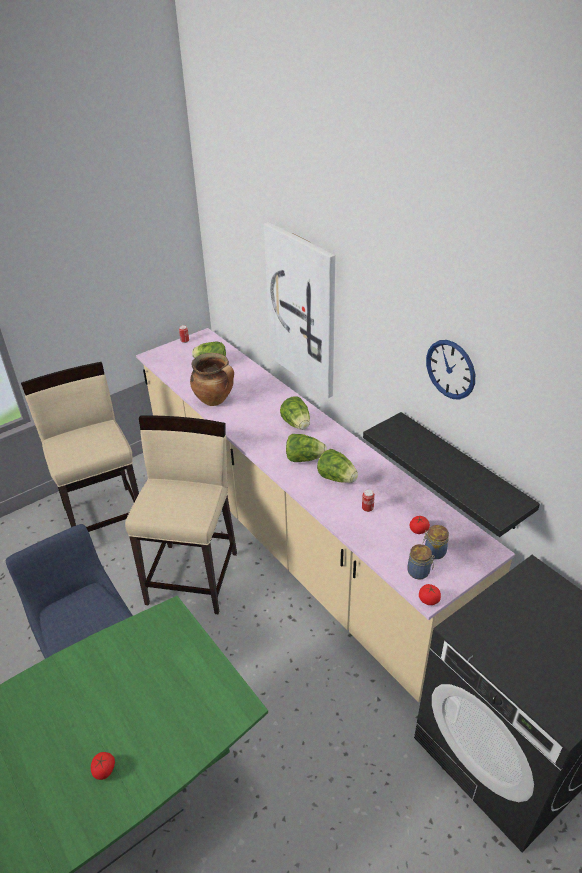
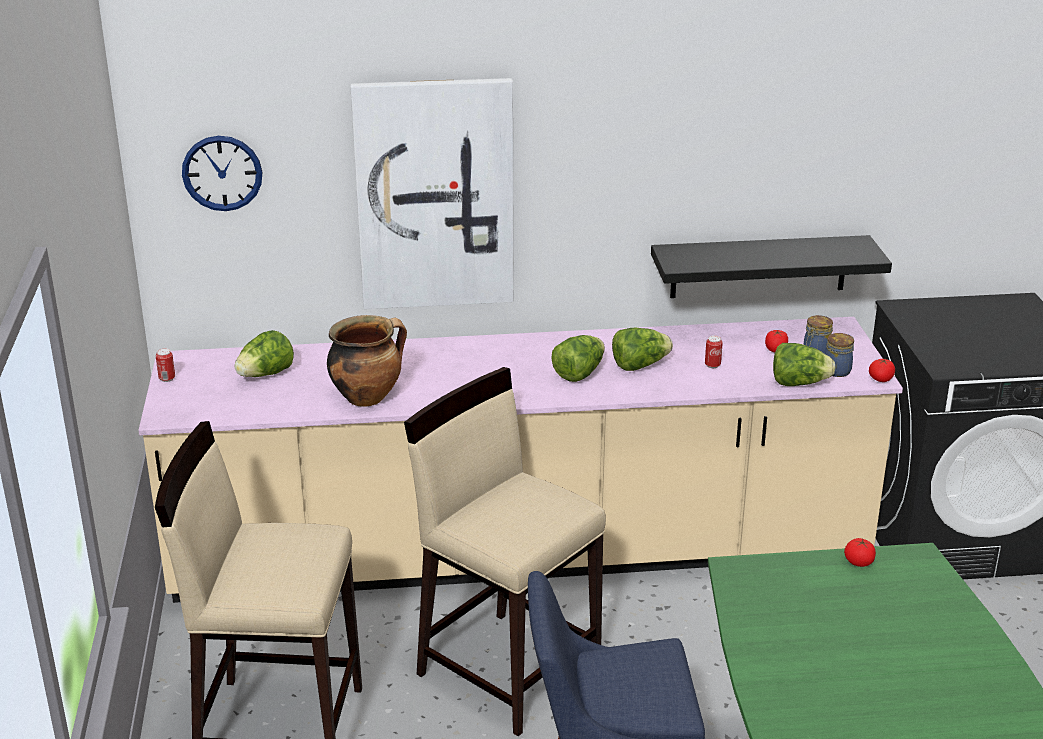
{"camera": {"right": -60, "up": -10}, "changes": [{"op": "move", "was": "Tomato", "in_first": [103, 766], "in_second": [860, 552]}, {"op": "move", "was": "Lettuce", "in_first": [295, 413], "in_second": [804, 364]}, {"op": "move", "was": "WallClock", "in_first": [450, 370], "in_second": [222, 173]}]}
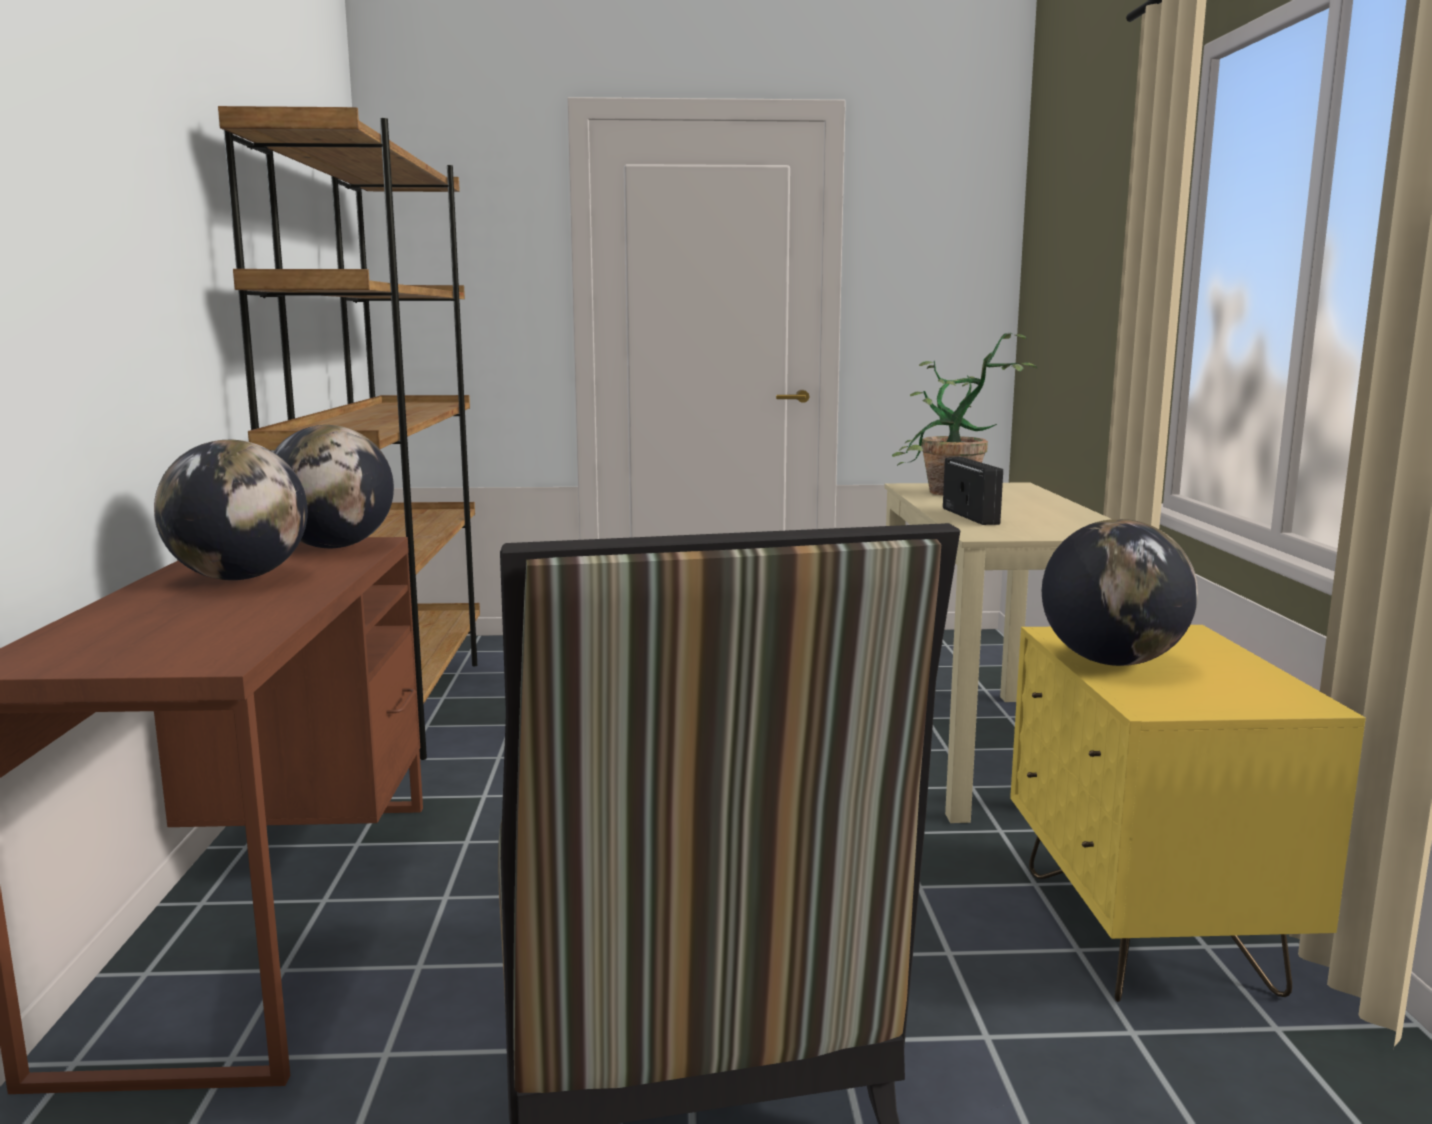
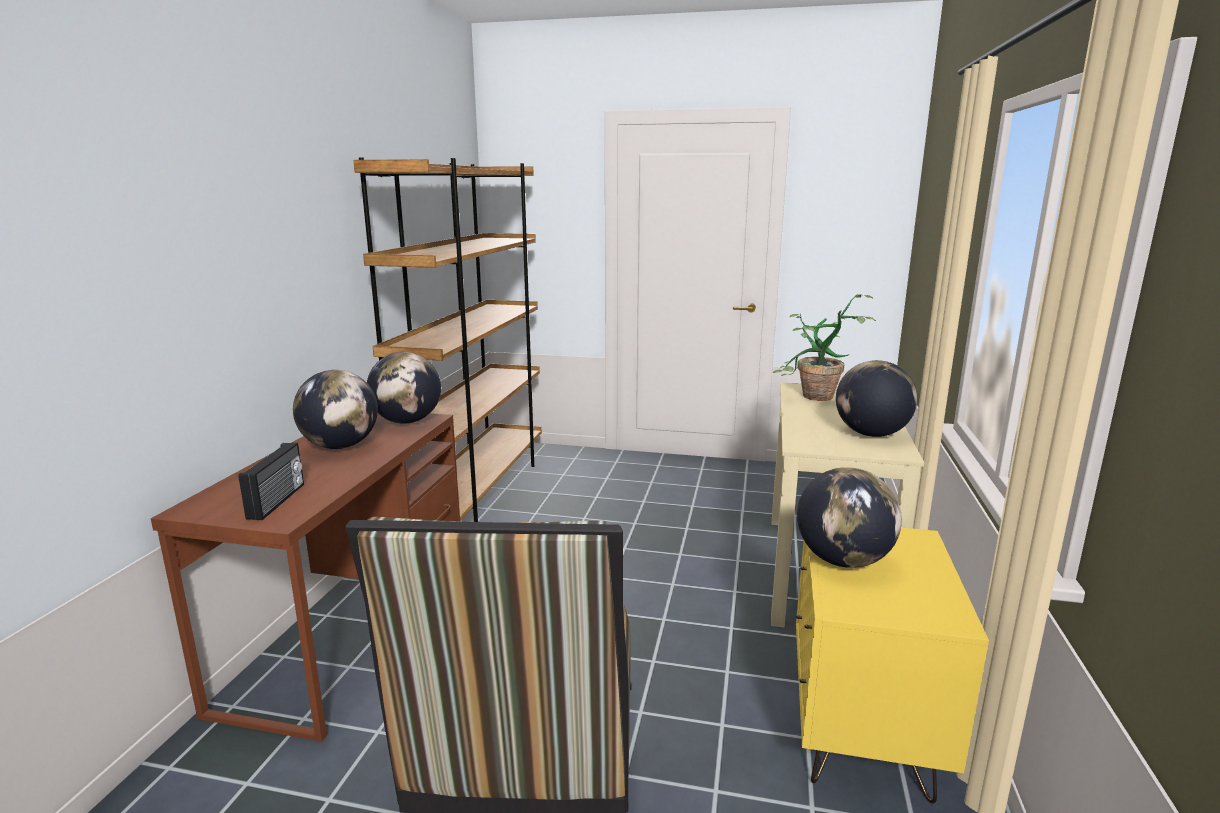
{"camera": {"right": 15, "up": 5}, "changes": [{"op": "insert", "now": "Globe", "in_second": [876, 398]}, {"op": "move", "was": "Radio", "in_first": [973, 491], "in_second": [271, 481]}]}
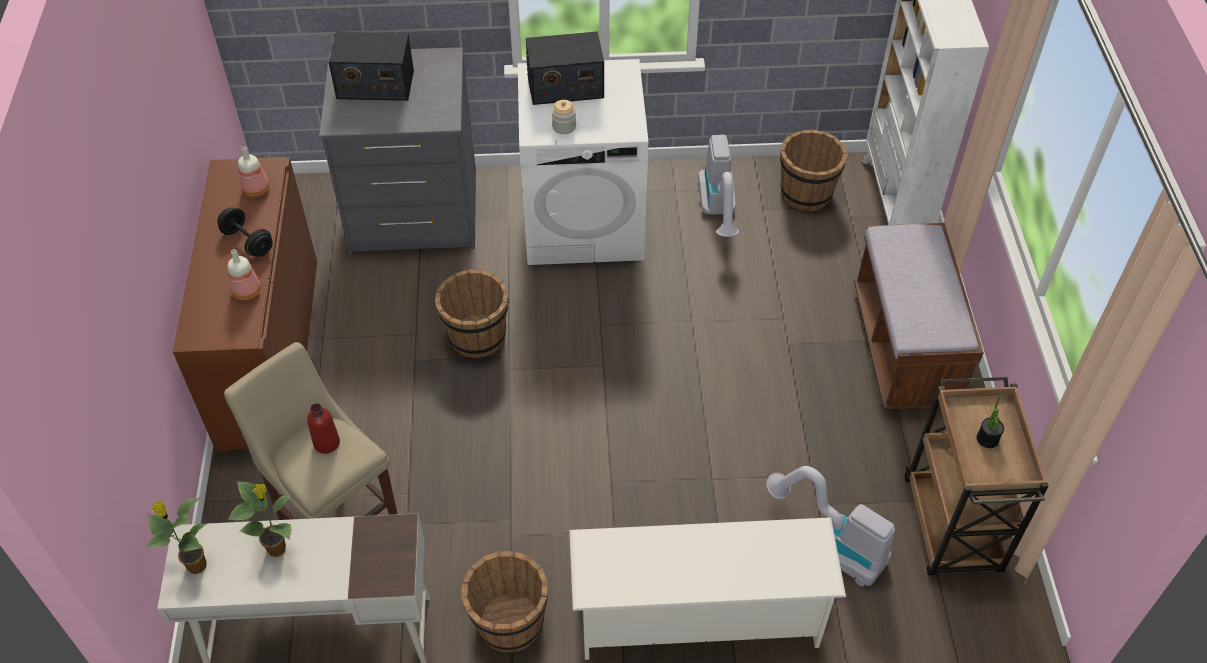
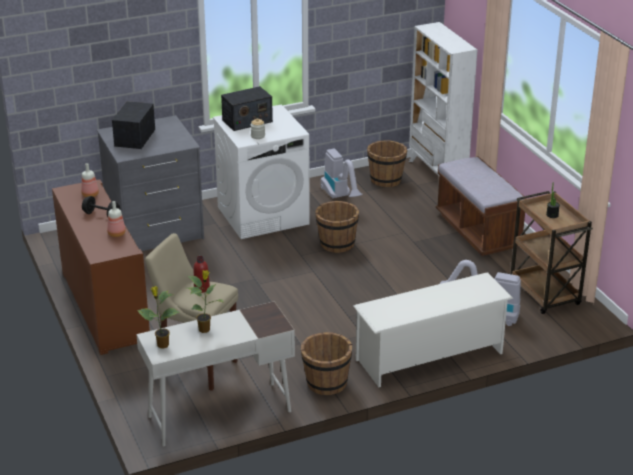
{"camera": {"right": -20, "up": -20}, "changes": [{"op": "move", "was": "BrownBucket", "in_first": [472, 314], "in_second": [337, 227]}, {"op": "rotate", "was": "Radio", "in_first": [371, 66], "in_second": [133, 125], "clockwise": 120}]}
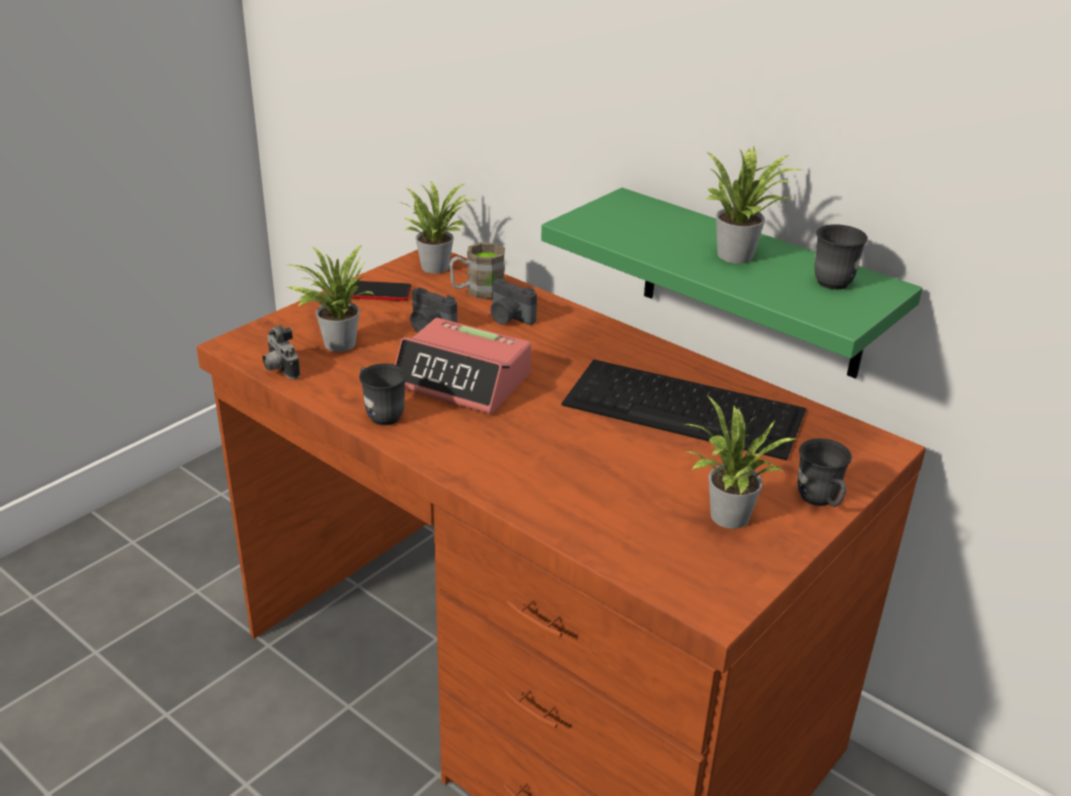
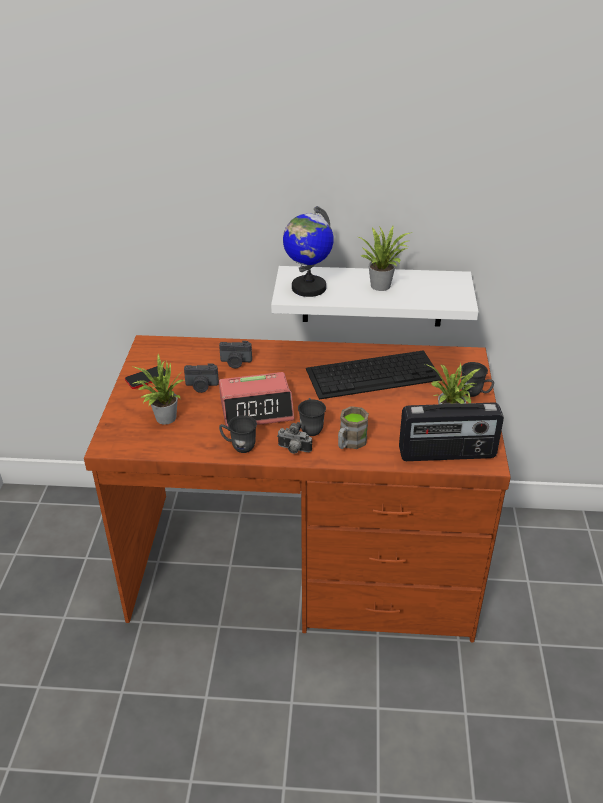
{"camera": {"right": -35, "up": 5}, "changes": [{"op": "delete", "was": "PottedPlant", "in_first": [436, 227]}, {"op": "insert", "now": "Globe", "in_second": [308, 251]}, {"op": "insert", "now": "Radio", "in_second": [451, 432]}, {"op": "move", "was": "PhotoCamera", "in_first": [281, 352], "in_second": [294, 438]}, {"op": "move", "was": "BrownMug", "in_first": [477, 270], "in_second": [353, 427]}, {"op": "move", "was": "GreyMug", "in_first": [841, 257], "in_second": [312, 417]}, {"op": "recolor", "was": "GreenShelf", "now": "WhiteShelf", "in_first": [731, 283], "in_second": [375, 296]}]}
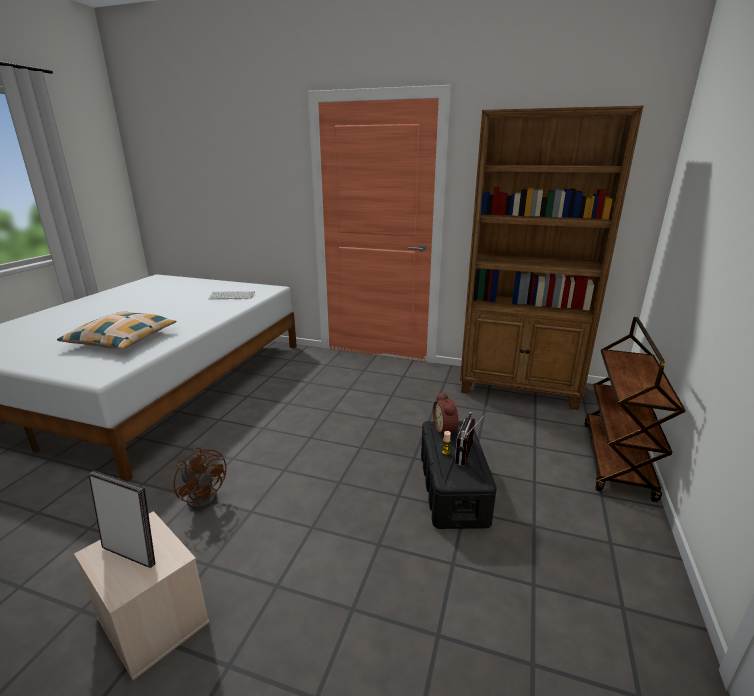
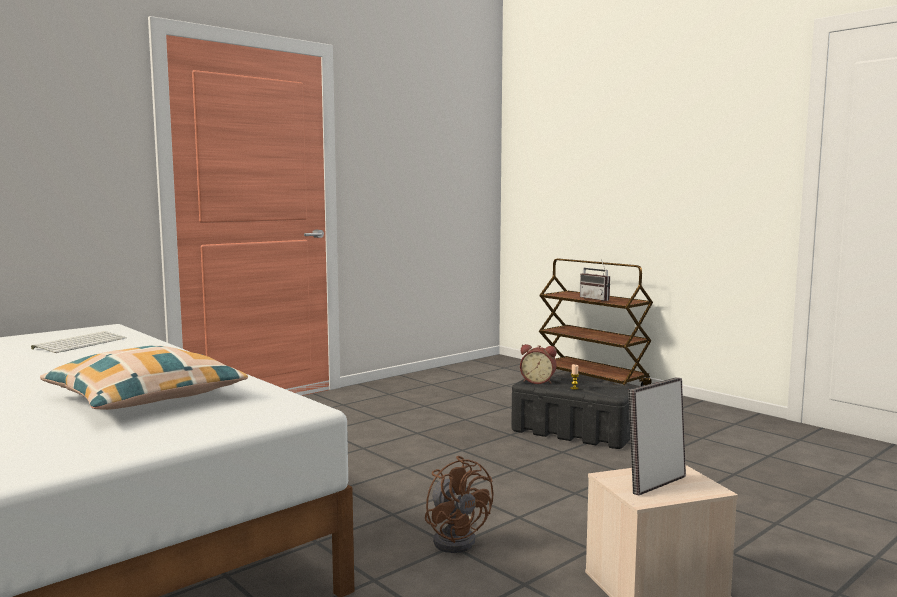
{"camera": {"right": -60, "up": -15}, "changes": [{"op": "delete", "was": "BrownBookcase", "in_first": [551, 258]}, {"op": "move", "was": "Radio", "in_first": [469, 438], "in_second": [595, 281]}, {"op": "rotate", "was": "BrownFan", "in_first": [200, 479], "in_second": [459, 504], "clockwise": 75}]}
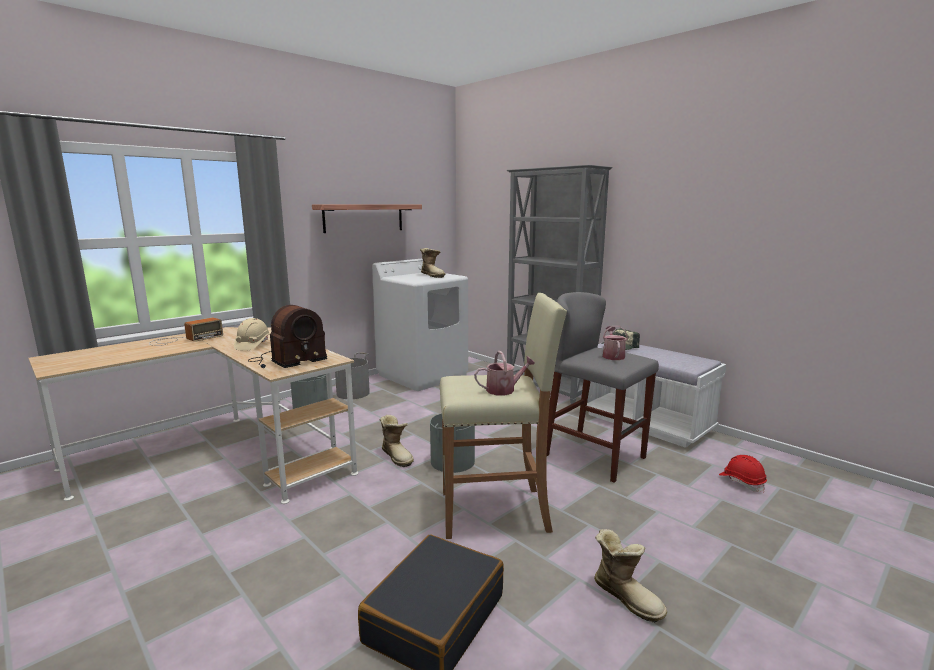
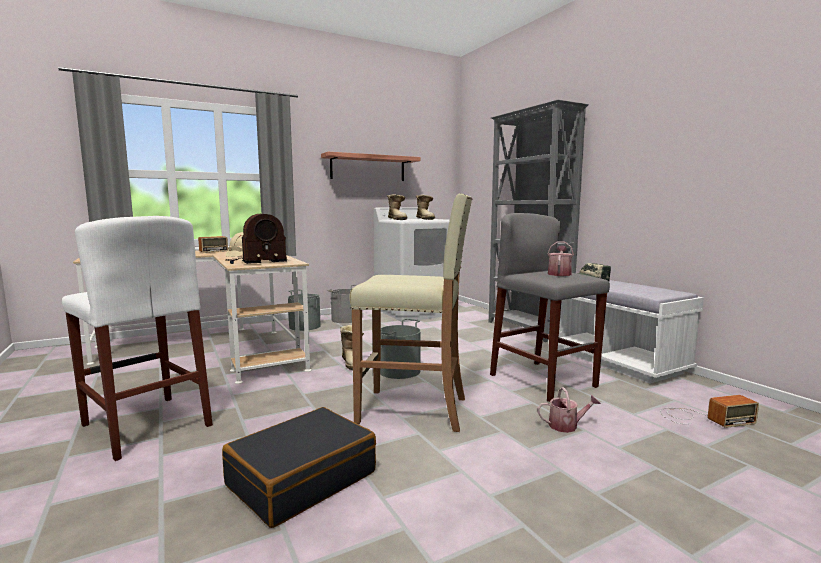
{"camera": {"right": 15, "up": -5}, "changes": [{"op": "insert", "now": "WhiteStool", "in_second": [137, 338]}, {"op": "move", "was": "WateringCan", "in_first": [504, 373], "in_second": [569, 410]}, {"op": "move", "was": "Boot", "in_first": [630, 576], "in_second": [397, 207]}, {"op": "replace", "was": "RedHardHat", "now": "Radio", "in_first": [743, 473], "in_second": [709, 411]}]}
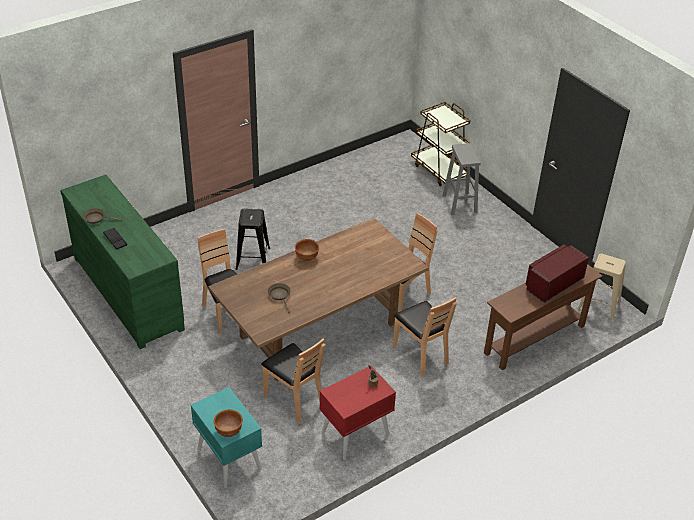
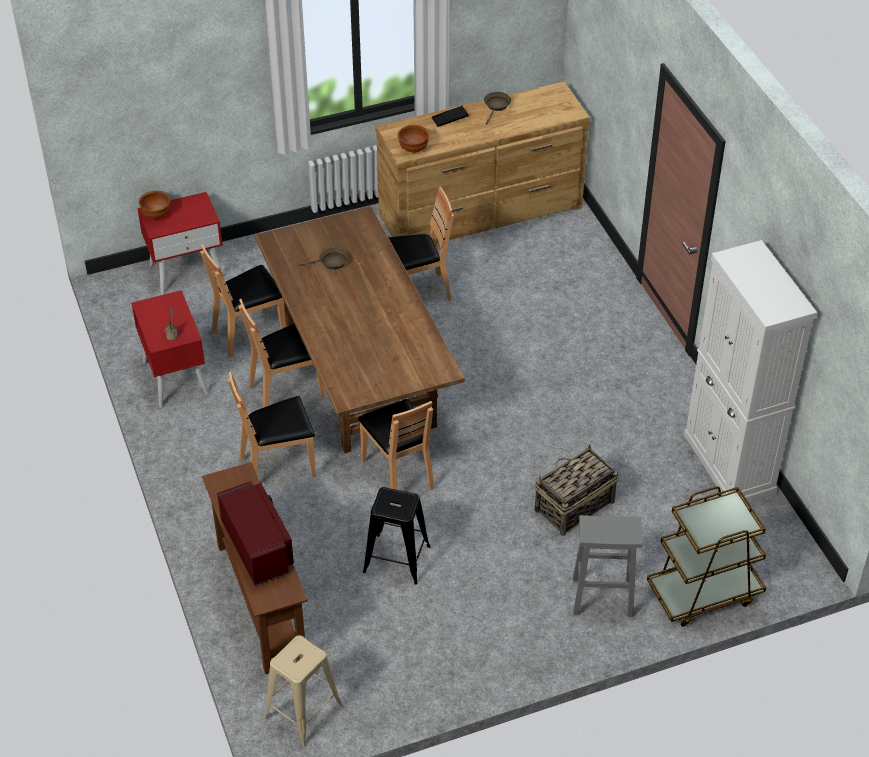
{"camera": {"right": 105, "up": 5}, "changes": [{"op": "insert", "now": "BrownChair", "in_second": [281, 353]}, {"op": "insert", "now": "Basket", "in_second": [577, 490]}, {"op": "insert", "now": "WhiteCabinet", "in_second": [750, 371]}, {"op": "move", "was": "BlackStool", "in_first": [253, 239], "in_second": [397, 536]}, {"op": "move", "was": "BrownBowl", "in_first": [307, 250], "in_second": [413, 139]}, {"op": "recolor", "was": "GreenDresser", "now": "BrownDresser", "in_first": [122, 262], "in_second": [482, 162]}, {"op": "recolor", "was": "TurquoiseNightstand", "now": "RedNightstand", "in_first": [226, 437], "in_second": [180, 243]}]}
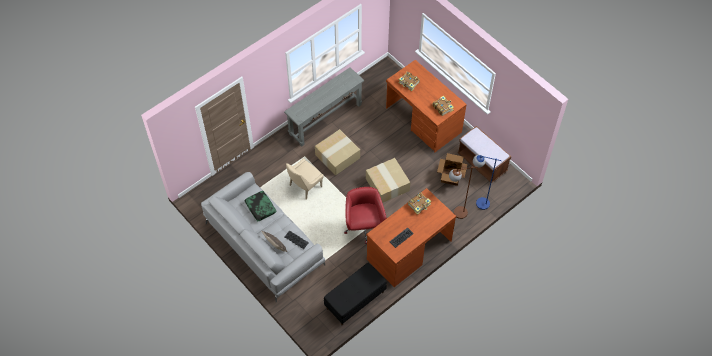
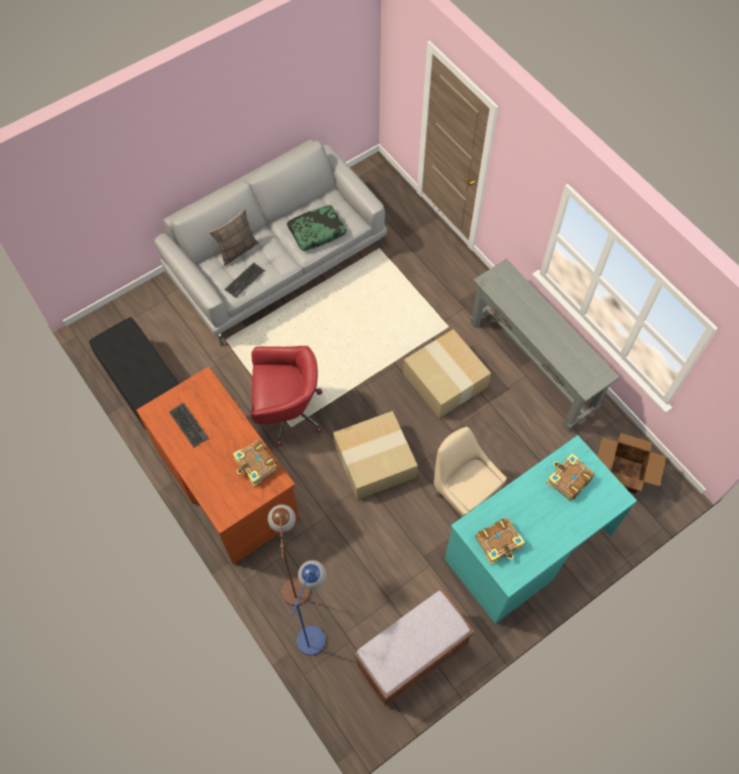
{"camera": {"right": 95, "up": 5}, "changes": [{"op": "move", "was": "BeigeChair", "in_first": [305, 179], "in_second": [470, 472]}, {"op": "move", "was": "CardboardBox", "in_first": [452, 169], "in_second": [631, 463]}, {"op": "recolor", "was": "BrownDesk", "now": "TurquoiseDesk", "in_first": [426, 106], "in_second": [541, 529]}]}
